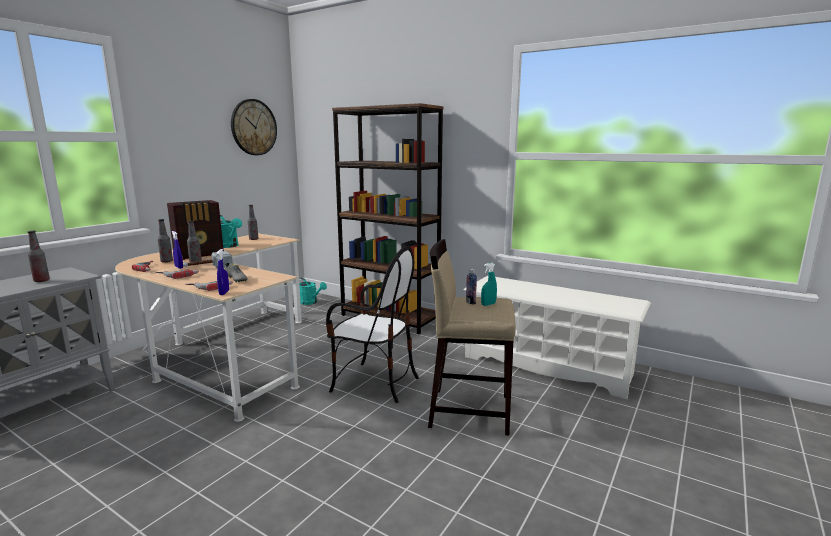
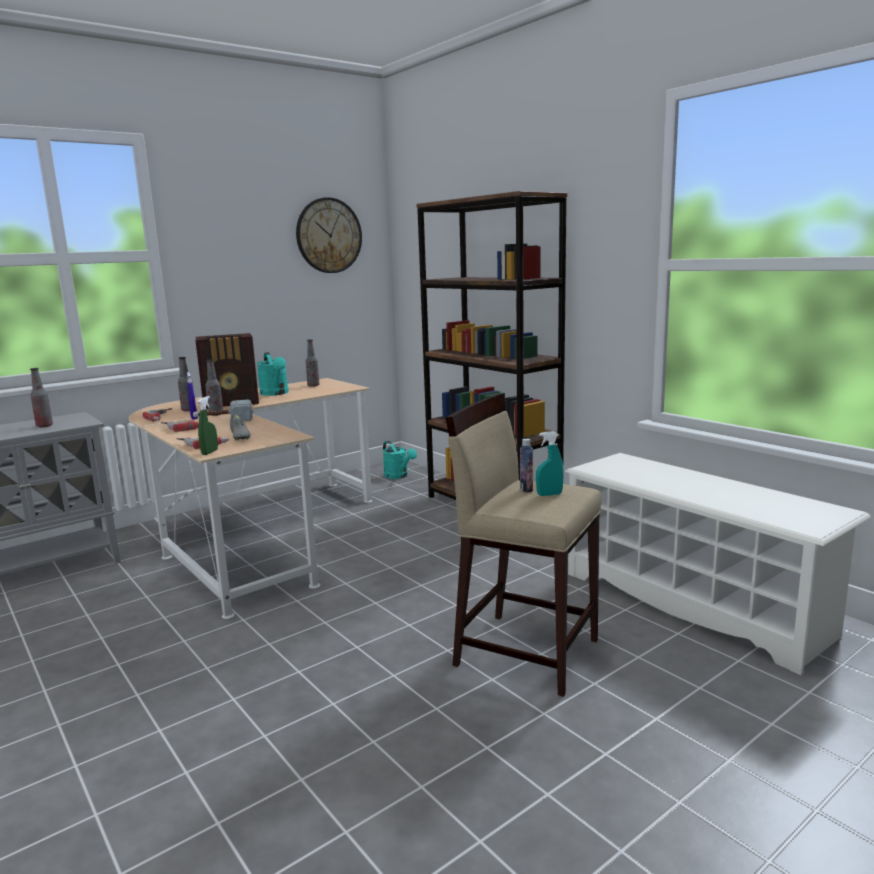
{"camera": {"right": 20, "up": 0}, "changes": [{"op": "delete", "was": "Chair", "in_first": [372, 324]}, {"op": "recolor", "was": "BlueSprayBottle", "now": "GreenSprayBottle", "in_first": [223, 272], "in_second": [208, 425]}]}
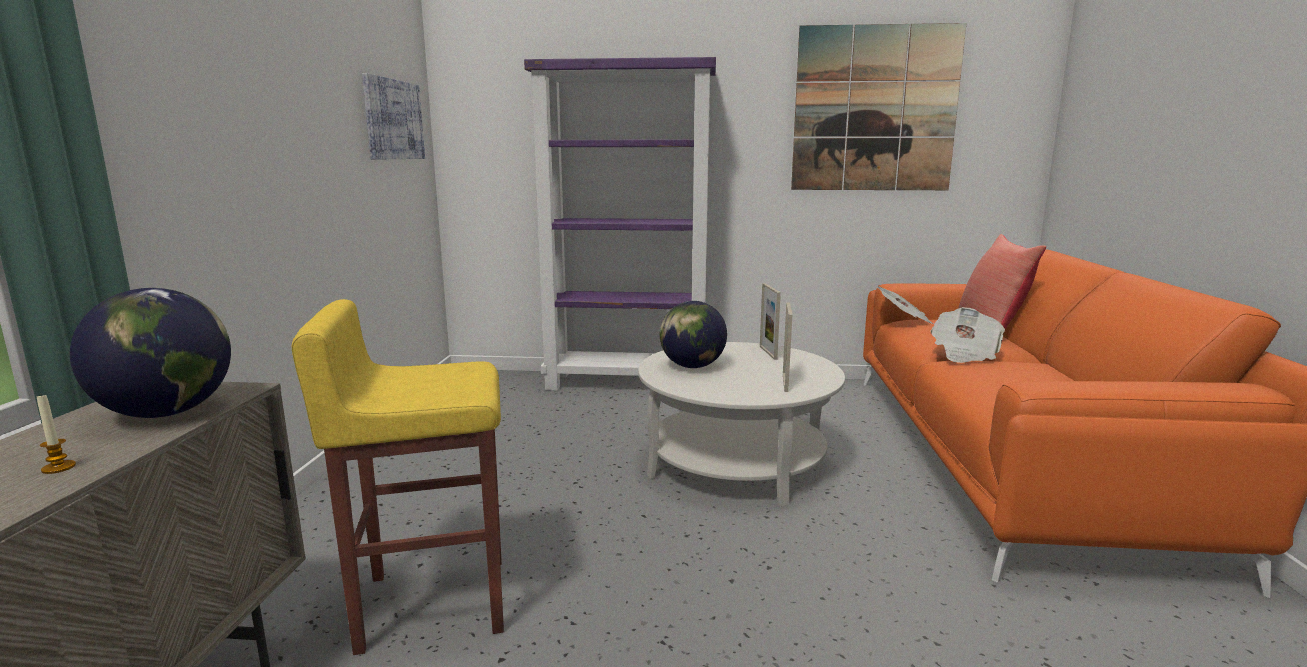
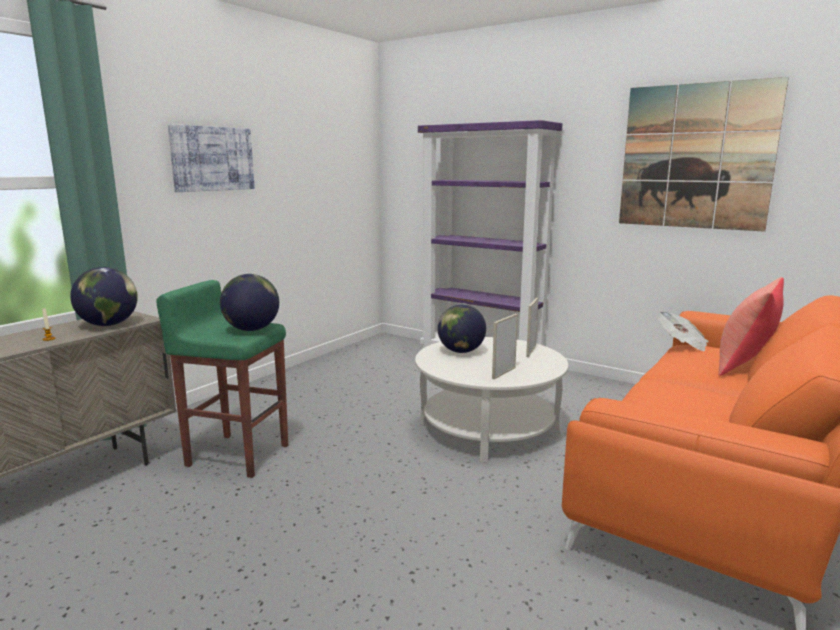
{"camera": {"right": 30, "up": 0}, "changes": [{"op": "delete", "was": "Newspaper", "in_first": [967, 335]}, {"op": "insert", "now": "Globe", "in_second": [249, 302]}, {"op": "move", "was": "Picture", "in_first": [393, 116], "in_second": [211, 158]}, {"op": "recolor", "was": "YellowStool", "now": "GreenStool", "in_first": [398, 477], "in_second": [222, 379]}]}
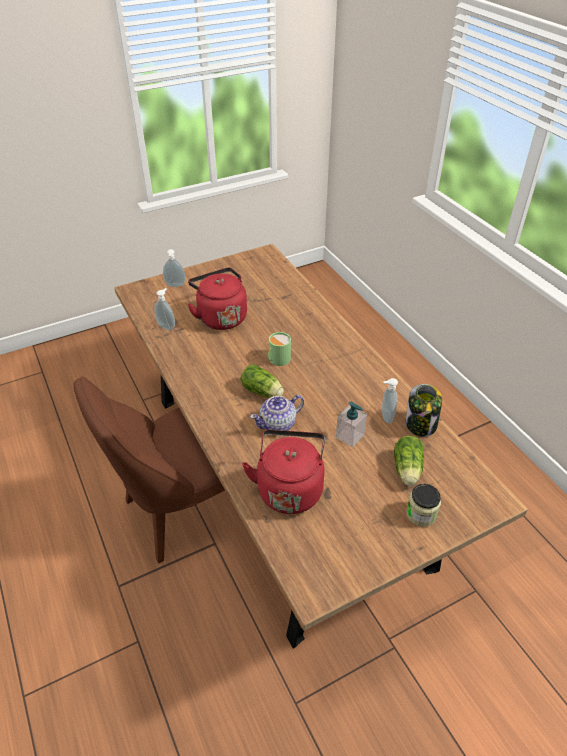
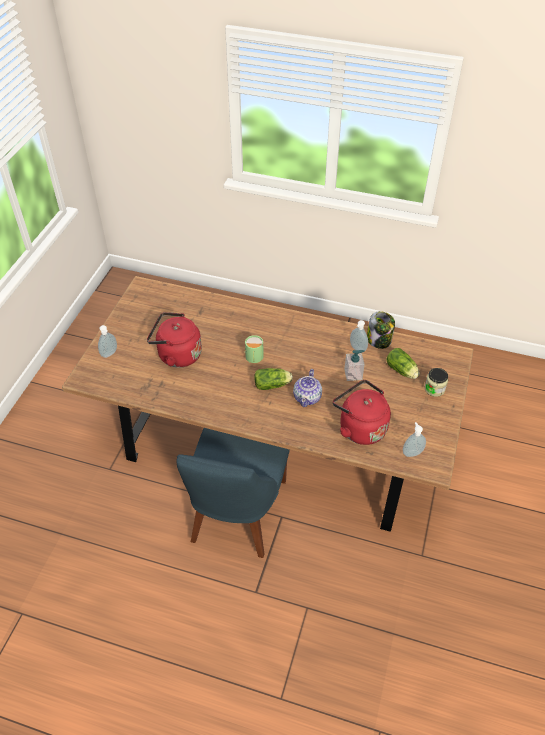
{"camera": {"right": -45, "up": 5}, "changes": [{"op": "move", "was": "SoapDispenser", "in_first": [164, 309], "in_second": [414, 439]}, {"op": "recolor", "was": "BrownChair", "now": "BlueChair", "in_first": [149, 469], "in_second": [233, 493]}]}
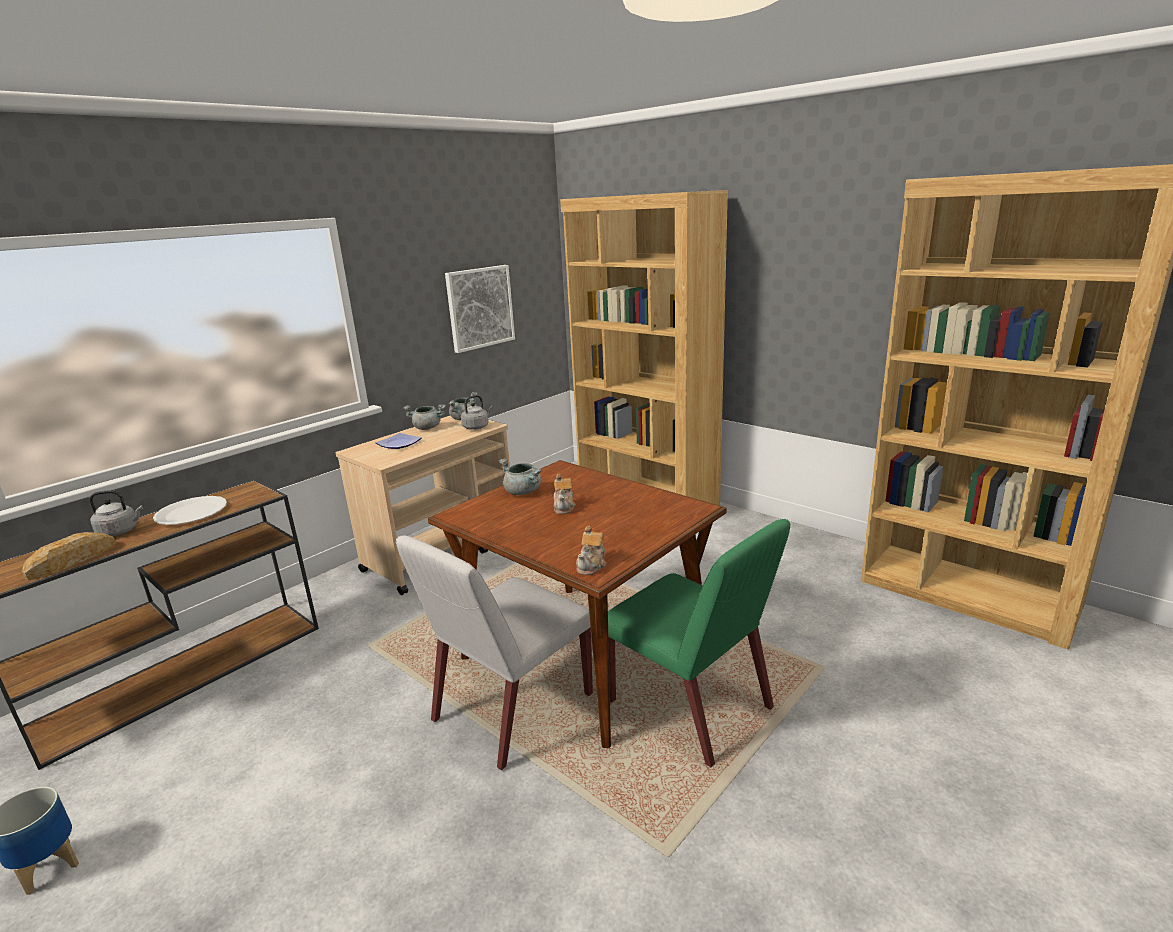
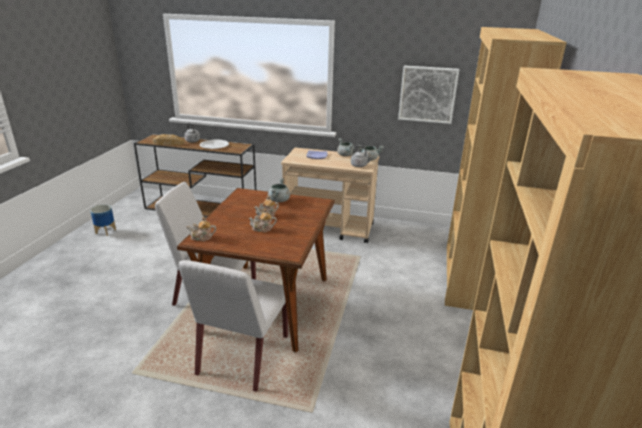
{"camera": {"right": 60, "up": 5}, "changes": [{"op": "insert", "now": "Teapot", "in_second": [263, 220]}, {"op": "recolor", "was": "GreenChair", "now": "WhiteChair", "in_first": [699, 643], "in_second": [233, 326]}]}
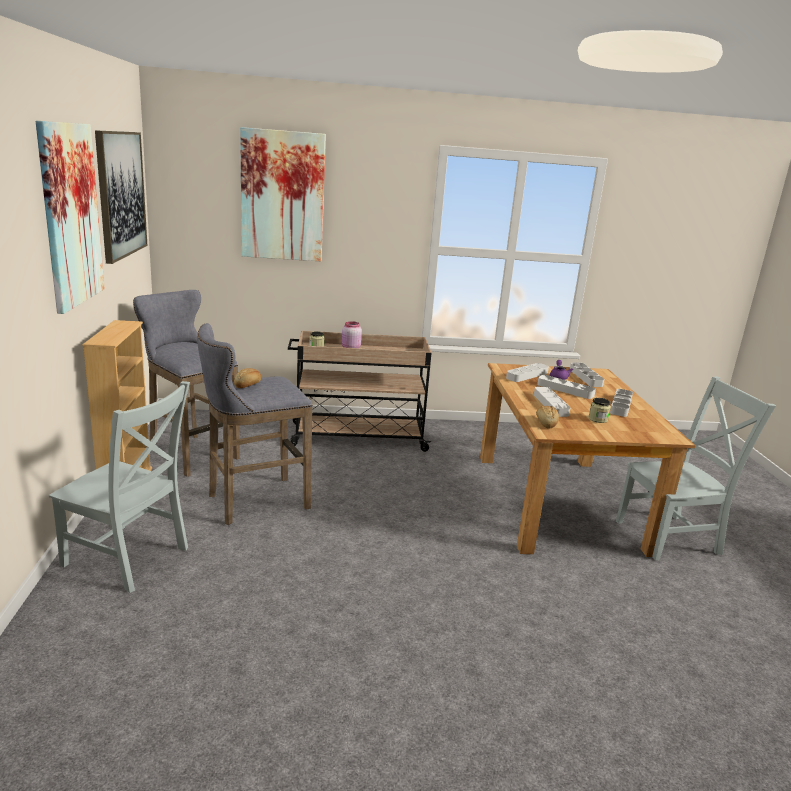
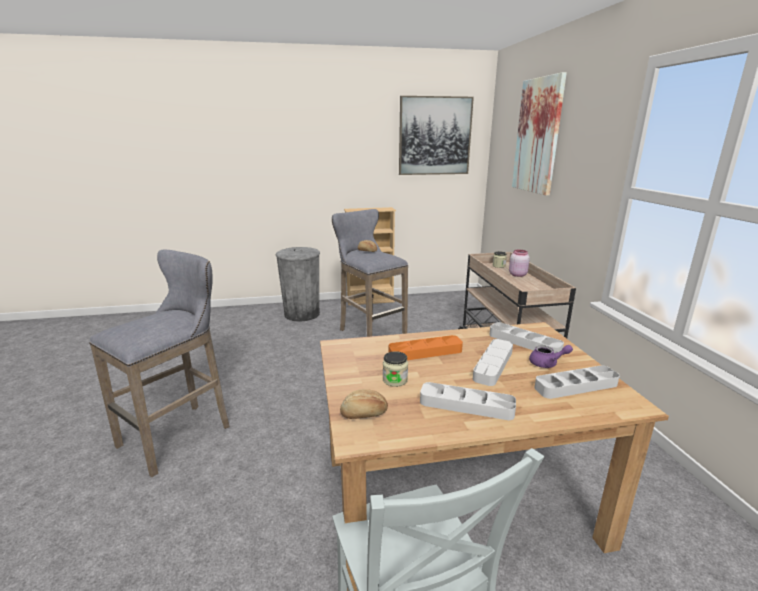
{"camera": {"right": 85, "up": 0}, "changes": [{"op": "delete", "was": "Picture", "in_first": [70, 217]}, {"op": "move", "was": "GreyStool", "in_first": [186, 383], "in_second": [159, 363]}, {"op": "move", "was": "Bread", "in_first": [547, 417], "in_second": [364, 404]}, {"op": "replace", "was": "GreyChair", "now": "GreyTrashCan", "in_first": [119, 487], "in_second": [298, 284]}, {"op": "recolor", "was": "GreyTray", "now": "OrangeTray", "in_first": [552, 402], "in_second": [426, 347]}]}
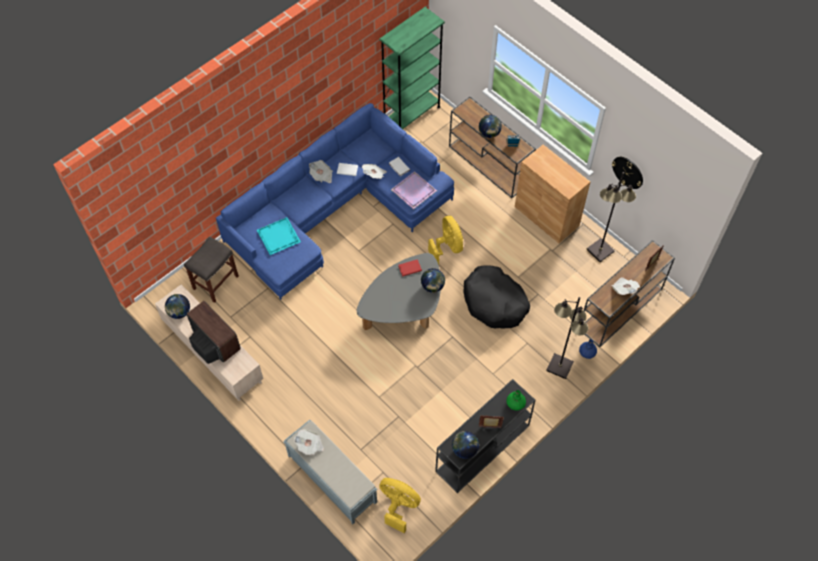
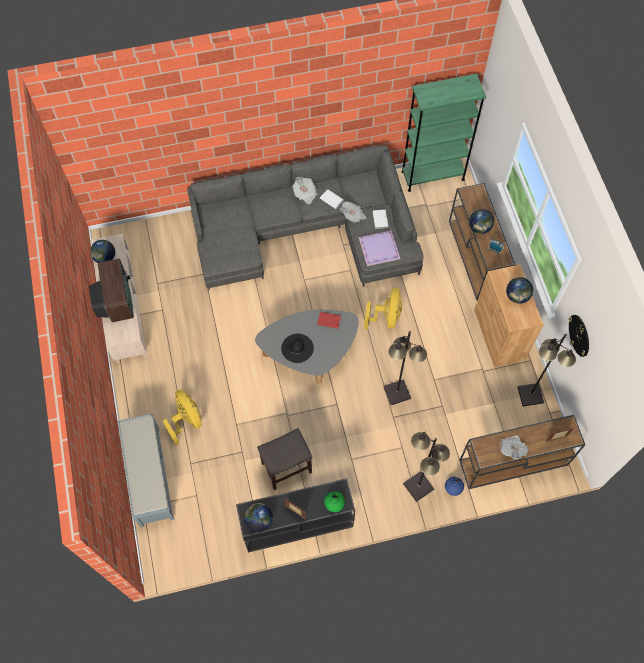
{"camera": {"right": 30, "up": 5}, "changes": [{"op": "delete", "was": "TurquoiseTray", "in_first": [279, 236]}, {"op": "delete", "was": "Newspaper", "in_first": [309, 442]}, {"op": "insert", "now": "BlackHat", "in_second": [297, 348]}, {"op": "move", "was": "GreyStool", "in_first": [211, 269], "in_second": [284, 459]}, {"op": "move", "was": "YellowFan", "in_first": [400, 505], "in_second": [182, 417]}, {"op": "move", "was": "Globe", "in_first": [433, 280], "in_second": [519, 290]}, {"op": "replace", "was": "BlackDogBed", "now": "BlackFloorLamp", "in_first": [496, 297], "in_second": [405, 368]}, {"op": "recolor", "was": "BlueSofa", "now": "GreySofa", "in_first": [335, 201], "in_second": [305, 218]}]}
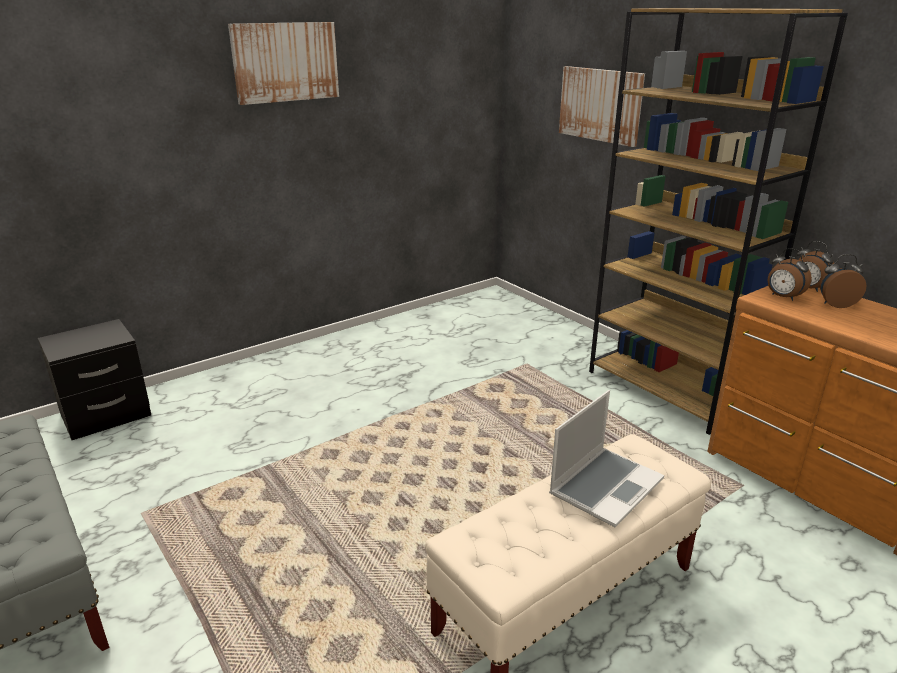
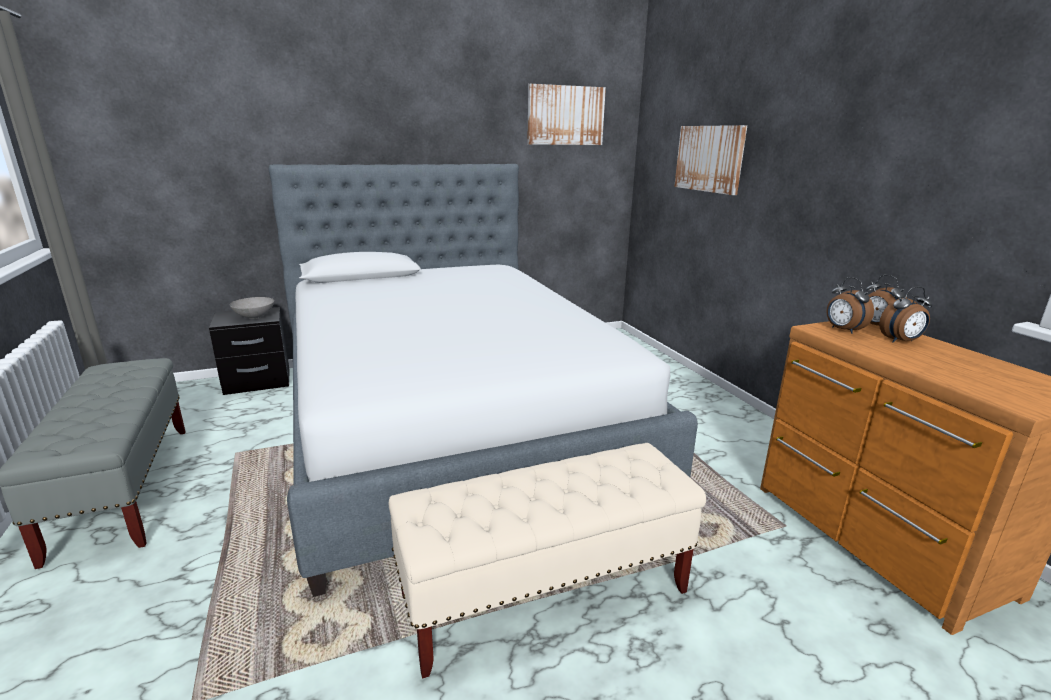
{"camera": {"right": 15, "up": -5}, "changes": [{"op": "delete", "was": "Laptop", "in_first": [606, 458]}, {"op": "delete", "was": "BrownBookcase", "in_first": [718, 221]}, {"op": "insert", "now": "GreyBowl", "in_second": [252, 308]}, {"op": "insert", "now": "Bed", "in_second": [483, 380]}, {"op": "move", "was": "Picture", "in_first": [283, 63], "in_second": [566, 114]}, {"op": "rotate", "was": "AlarmClock", "in_first": [843, 281], "in_second": [905, 314], "clockwise": 150}]}
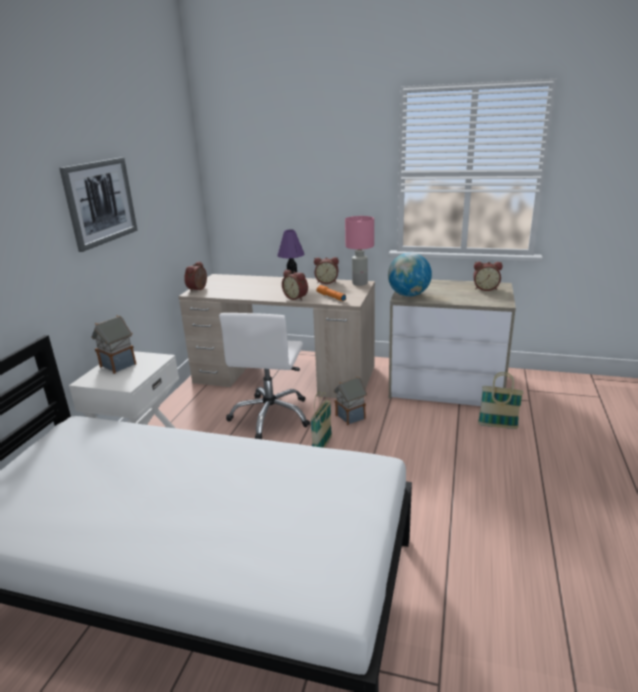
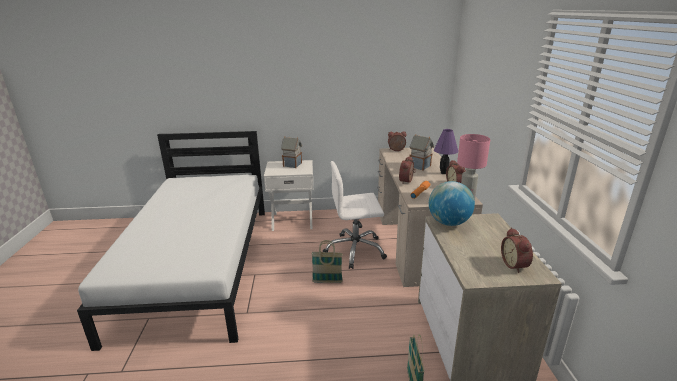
{"camera": {"right": 70, "up": 0}, "changes": [{"op": "delete", "was": "Picture", "in_first": [98, 204]}, {"op": "move", "was": "ToyHouse", "in_first": [350, 400], "in_second": [421, 153]}]}
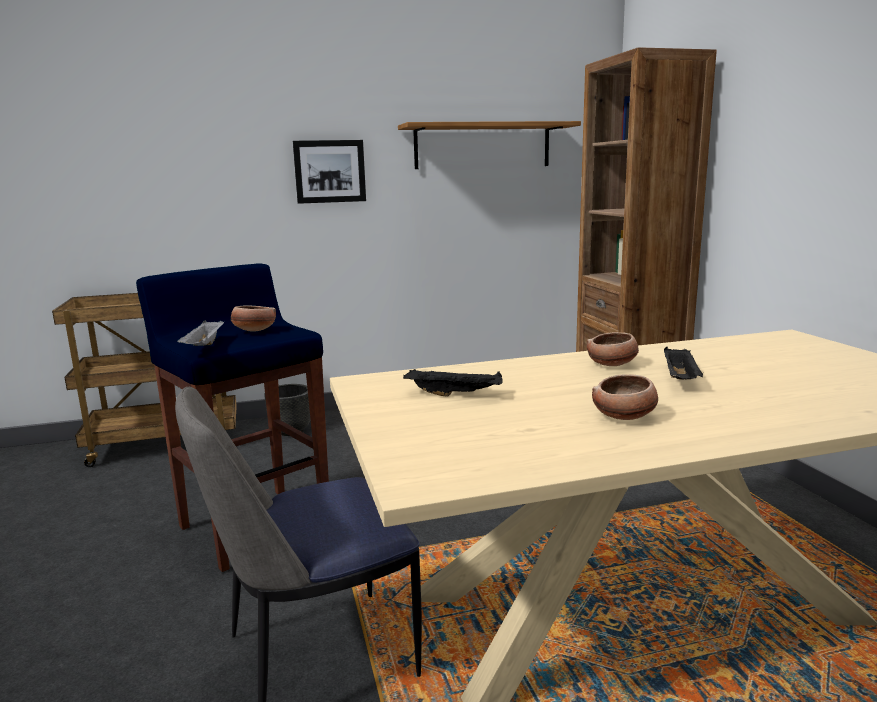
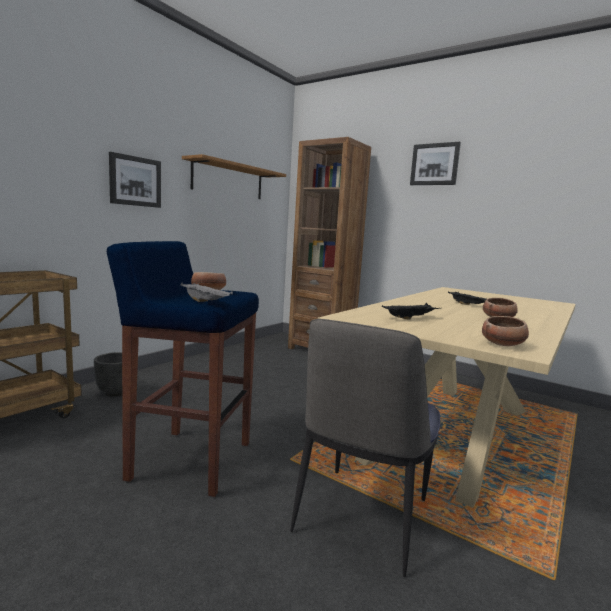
{"camera": {"right": -40, "up": -5}, "changes": [{"op": "insert", "now": "Picture", "in_second": [435, 163]}, {"op": "move", "was": "Bowl", "in_first": [613, 349], "in_second": [505, 331]}]}
